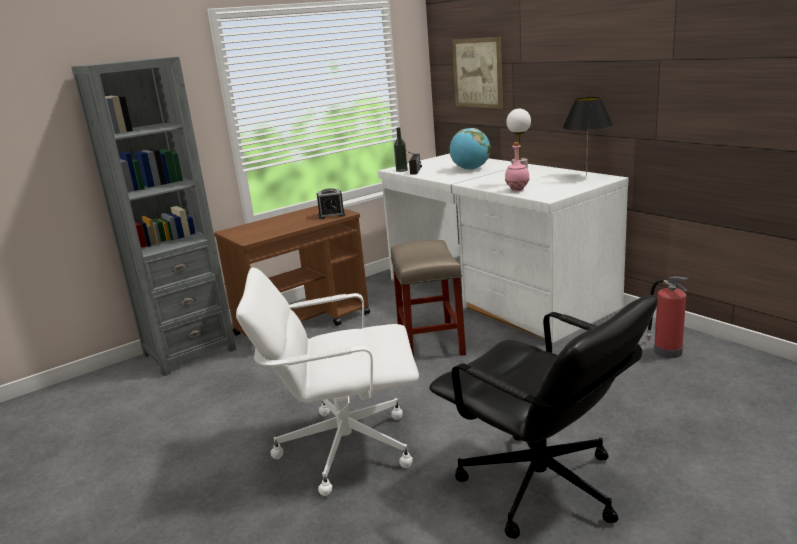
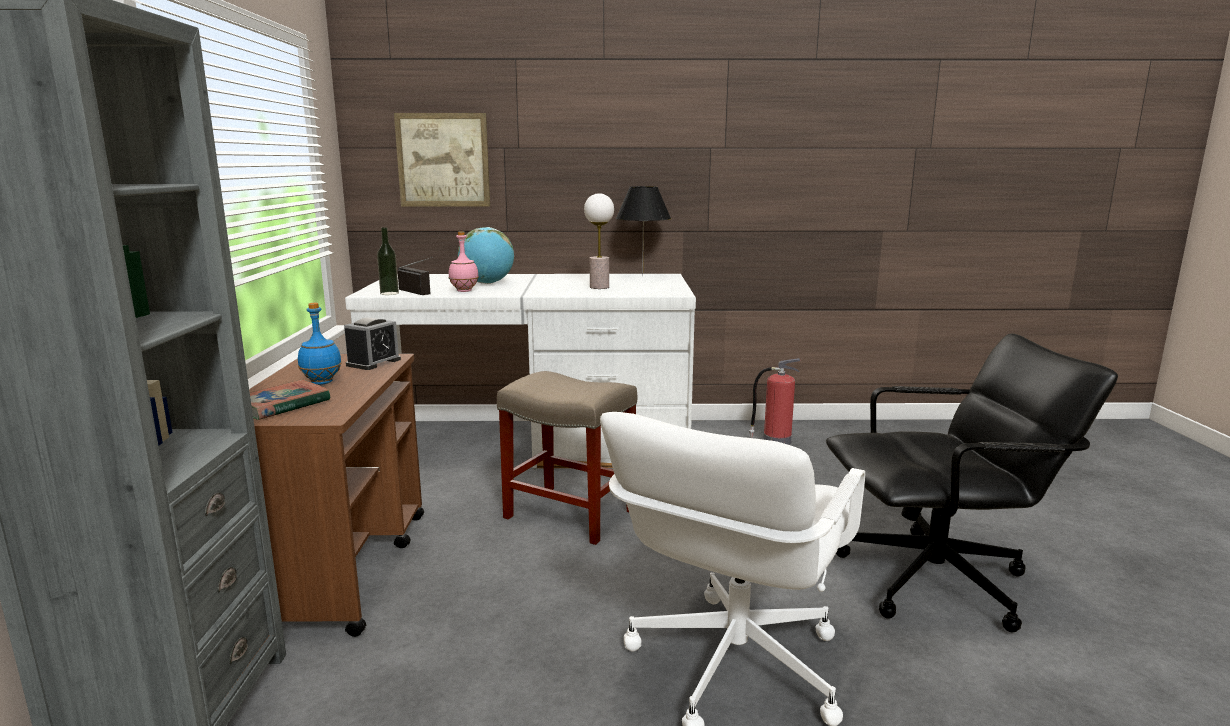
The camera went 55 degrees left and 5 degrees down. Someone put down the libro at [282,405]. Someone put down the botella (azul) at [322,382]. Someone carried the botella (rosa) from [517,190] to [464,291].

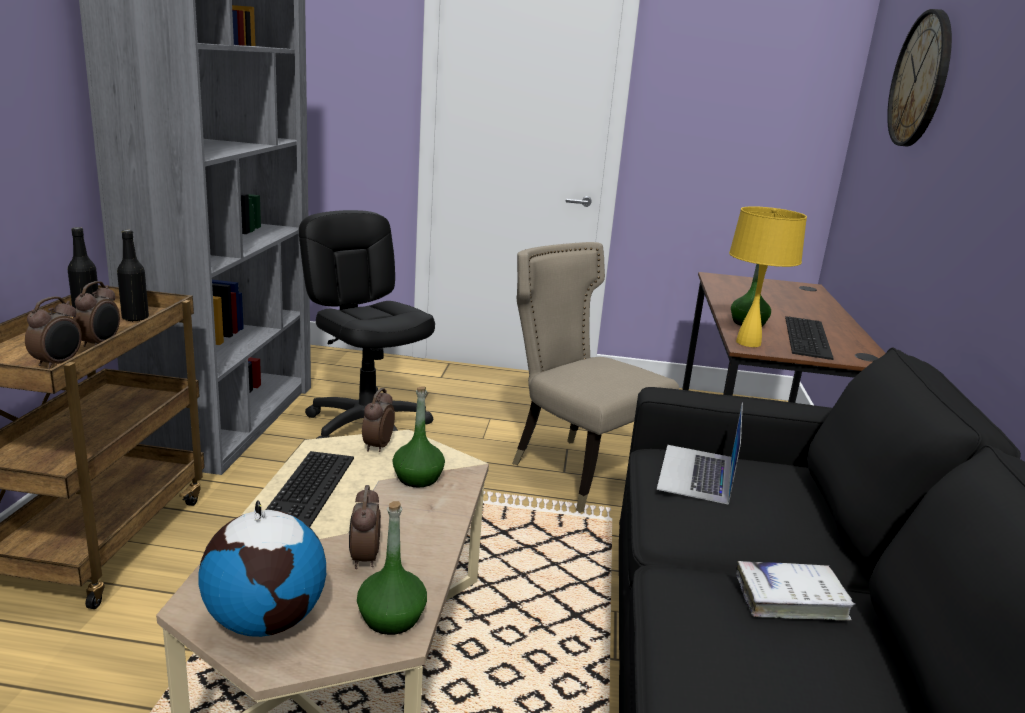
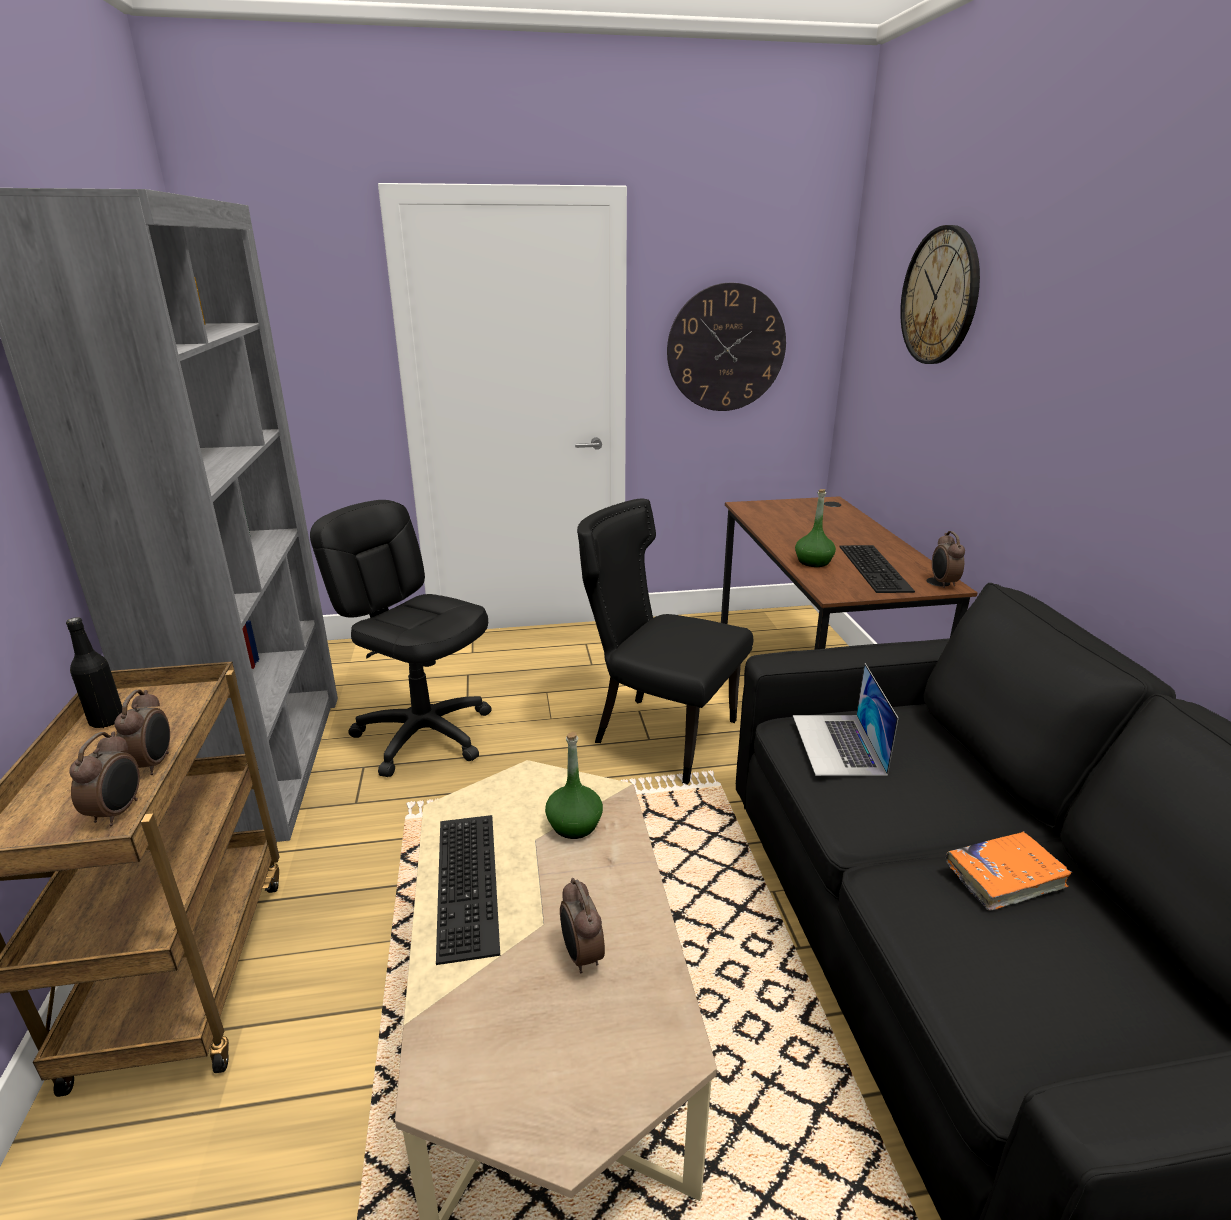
The camera went 15 degrees left and 5 degrees up. Someone took away the botella (negro) at [135,318]. Someone took away the globo terráqueo at [266,620]. Someone took away the botella (verde) at [391,618]. Someone took away the lámpara de mesa (amarillo) at [749,343]. Someone put up the reloj de pared at [726,348]. Someone carried the despertador from [377,446] to [942,583]. Someone repainted the silla (beis) at [576,470], which became the silla (negro) at [659,733]. Someone repainted the libro (blanco) at [790,599], which became the libro (naranja) at [1004,877].

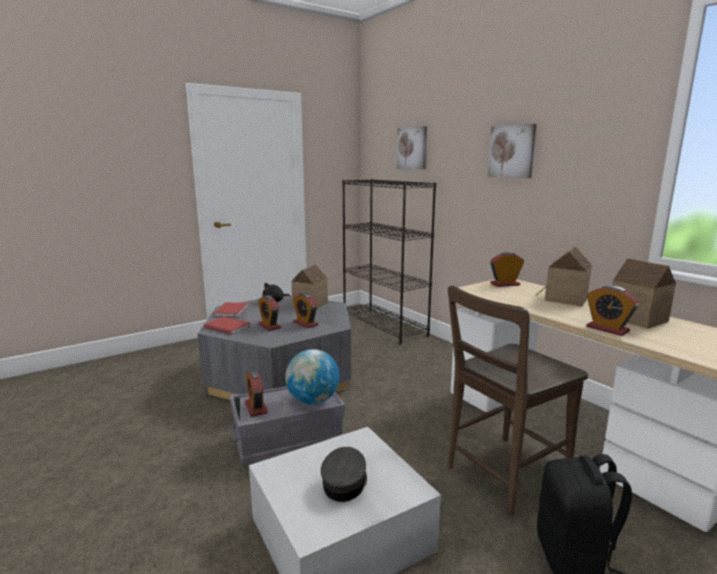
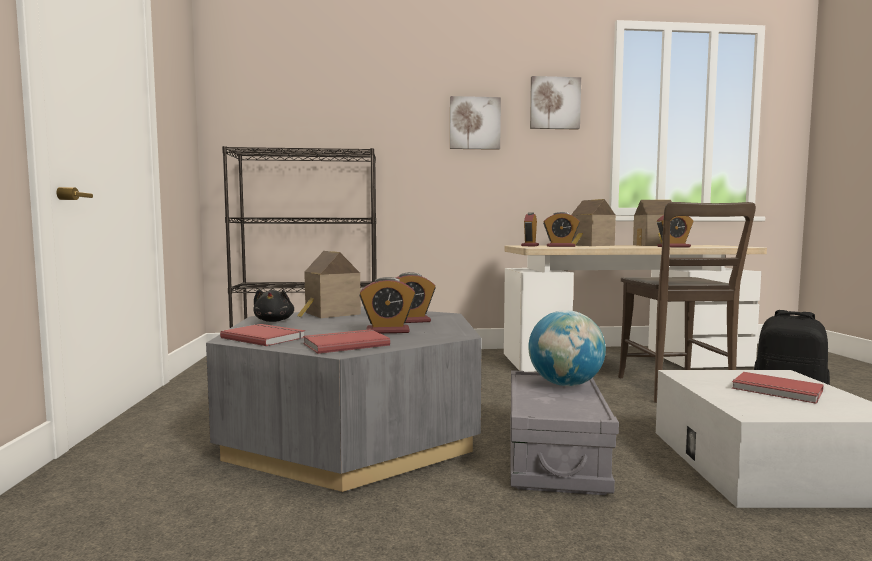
The camera went 60 degrees left and 10 degrees down. Someone carried the despertador from [256,408] to [560,246]. Someone carried the cuadro from [412,148] to [554,103]. Someone swapped the gorra (gris) at [345,482] for the libro (rojo) at [776,391].

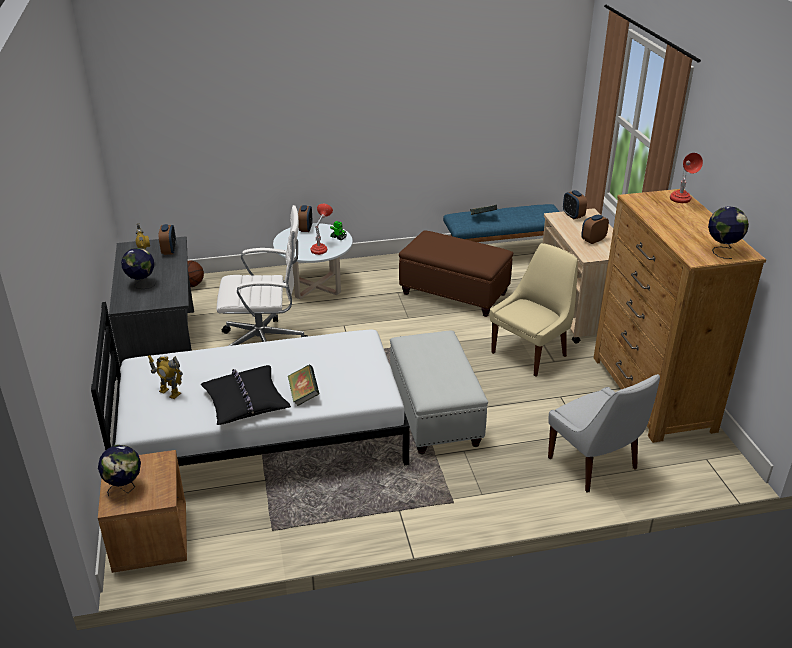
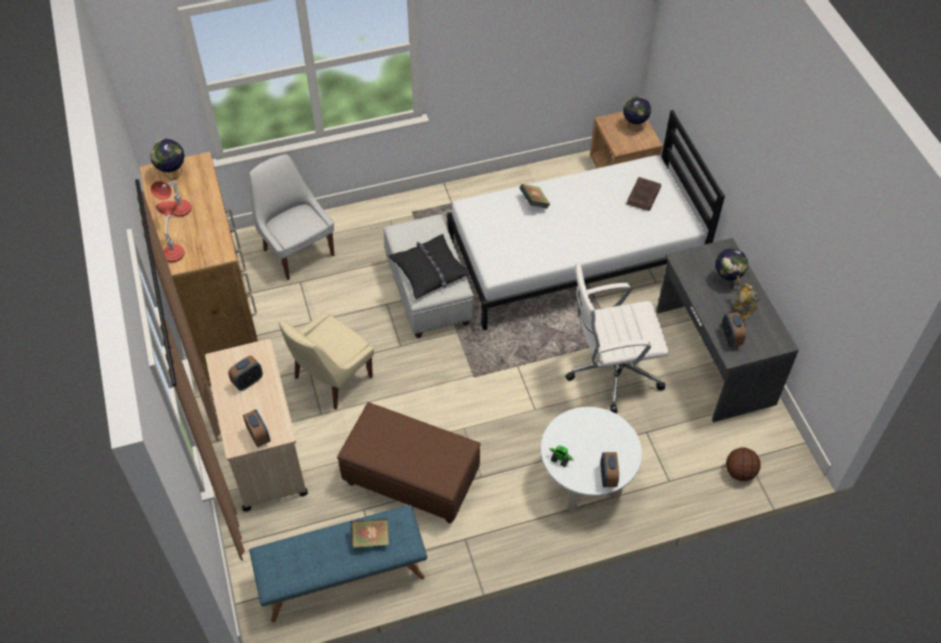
The camera went 175 degrees right and 20 degrees up. Someone carried the cojín (negro) from [245,402] to [429,271]. Someone carried the lámpara de mesa (rojo) from [321,248] to [178,214]. Someone swapped the robot de juguete at [170,392] for the libro (marrón) at [643,196].

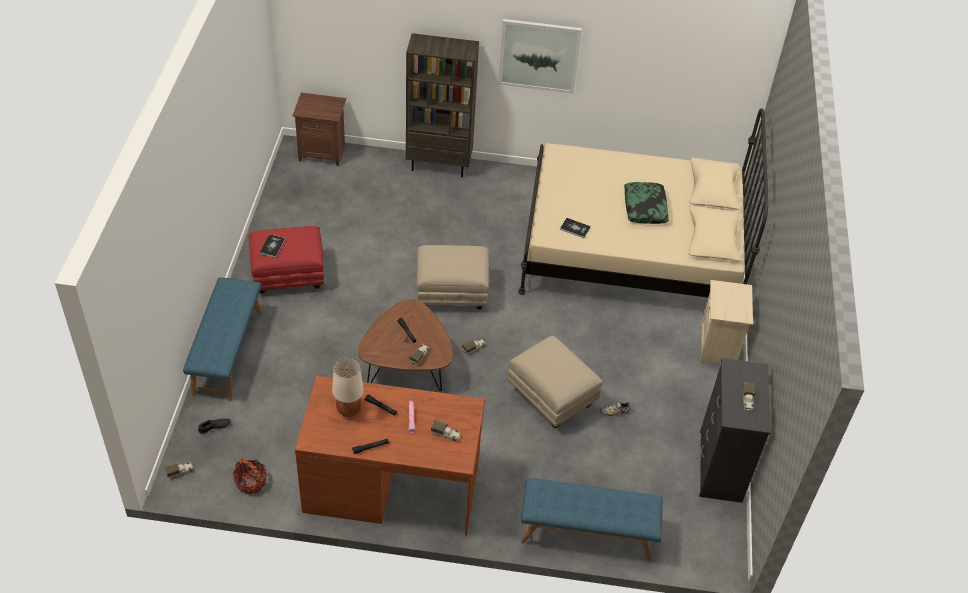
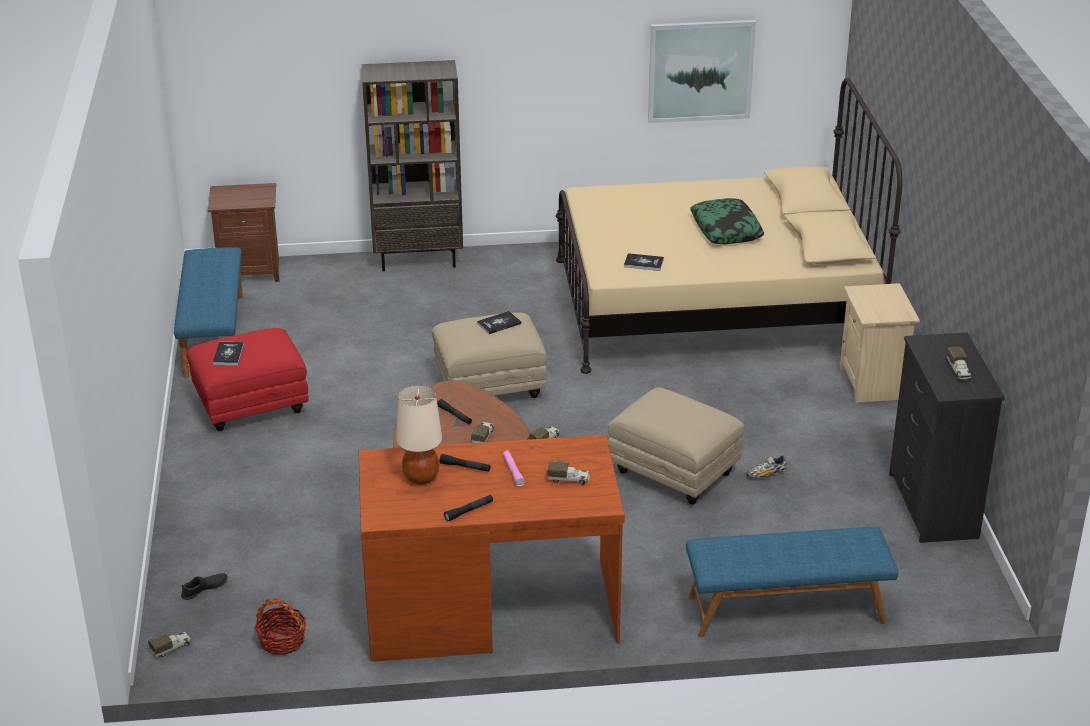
The camera went 10 degrees left and 15 degrees down. Someone put down the libro at [499,323]. Someone carried the banco (azul) from [227,352] to [213,335]. Someone carried the cuadro from [539,55] to [700,71].

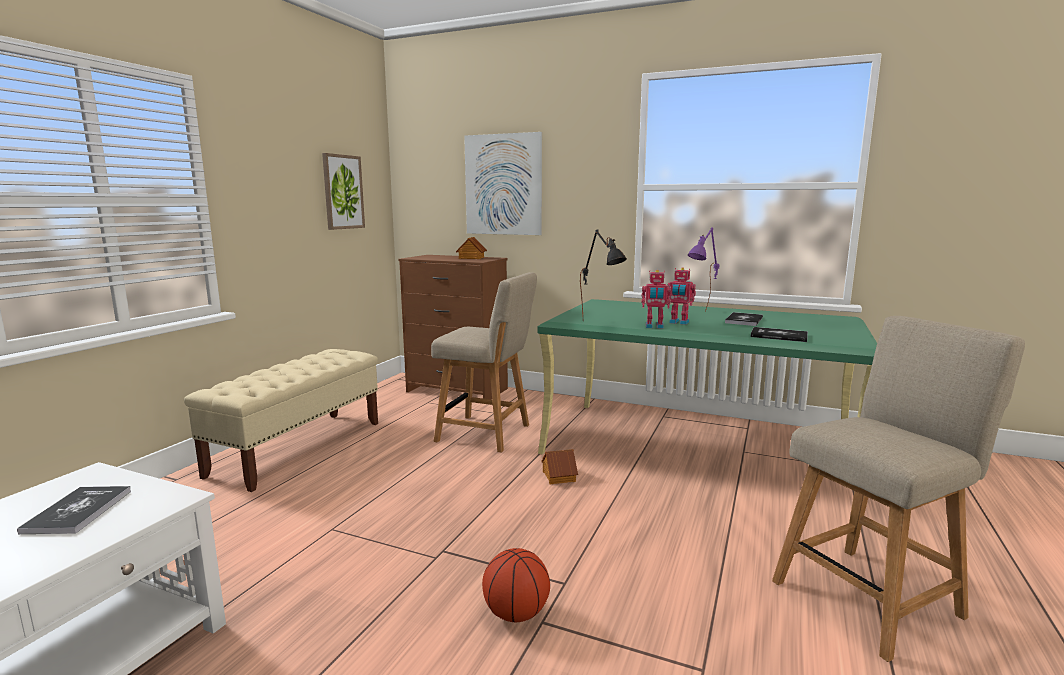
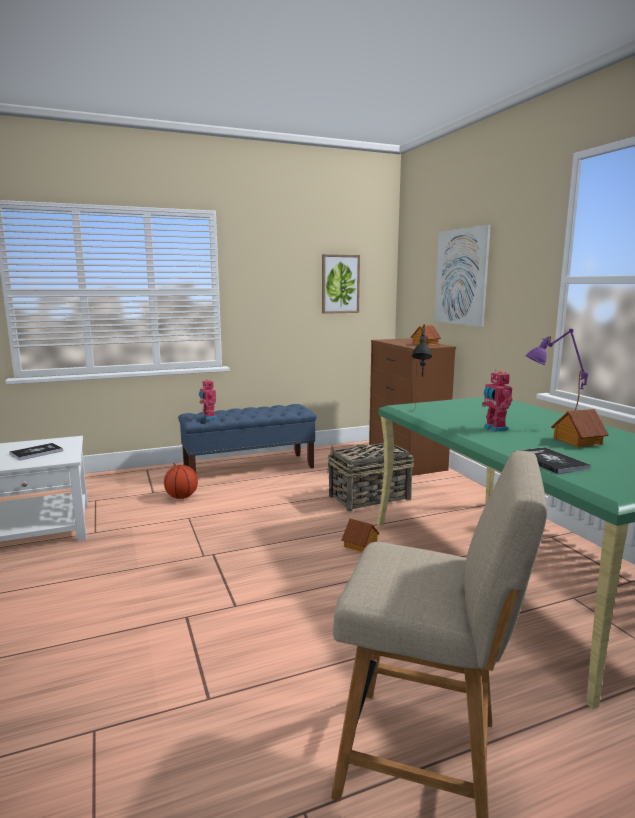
The camera went 45 degrees right and 0 degrees up. Someone carried the balón de baloncesto from [516,614] to [181,497]. Someone carried the robot de juguete from [654,326] to [208,417]. Someone swapped the silla (beis) at [487,434] for the cesta at [368,498]. Someone swapped the libro at [744,320] for the casita at [576,441]. Someone repainted the banco (beis) at [299,447], which became the banco (azul) at [249,468].

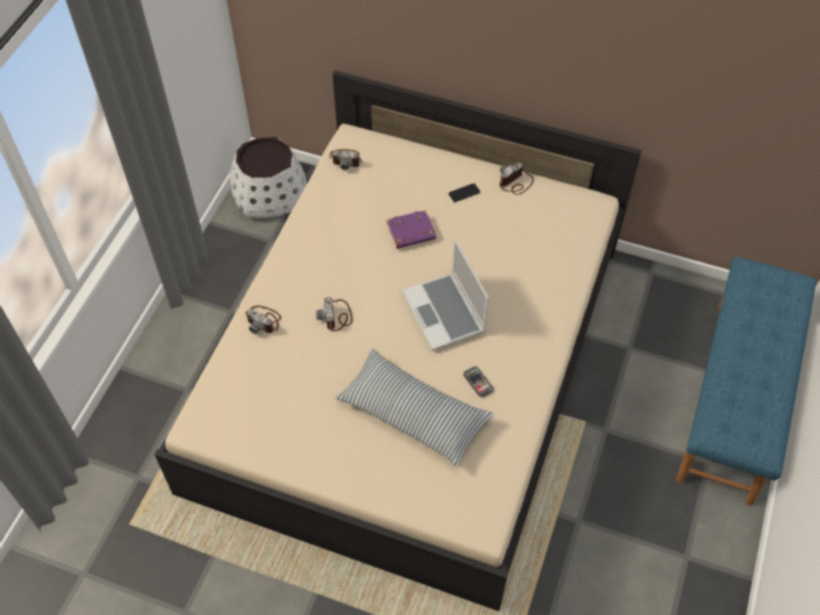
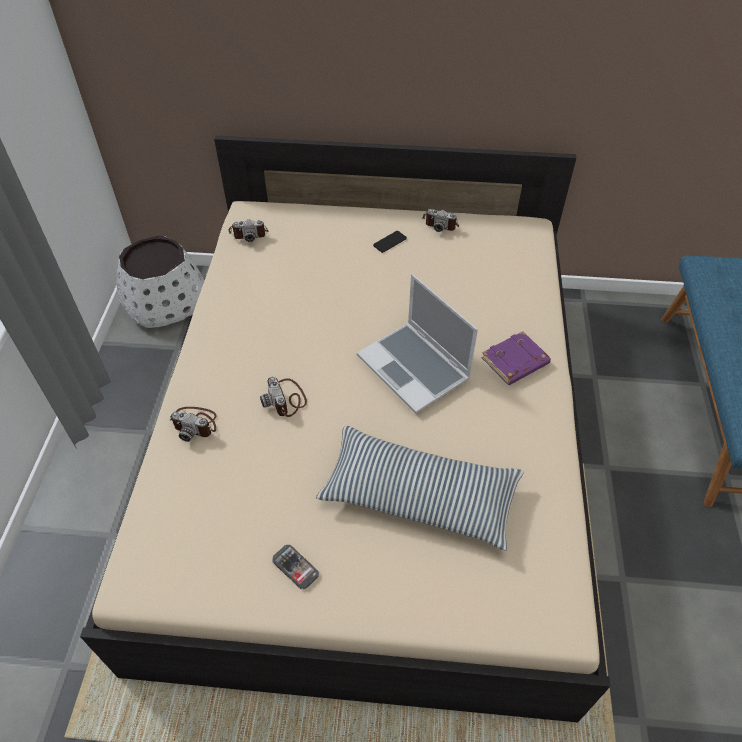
The camera went 15 degrees left and 5 degrees down. Someone carried the libro (morado) from [410,233] to [515,362]. Someone carried the móvil from [478,382] to [295,567]. Someone rotated the cámara at [515,183] by 105 degrees counterclockwise.

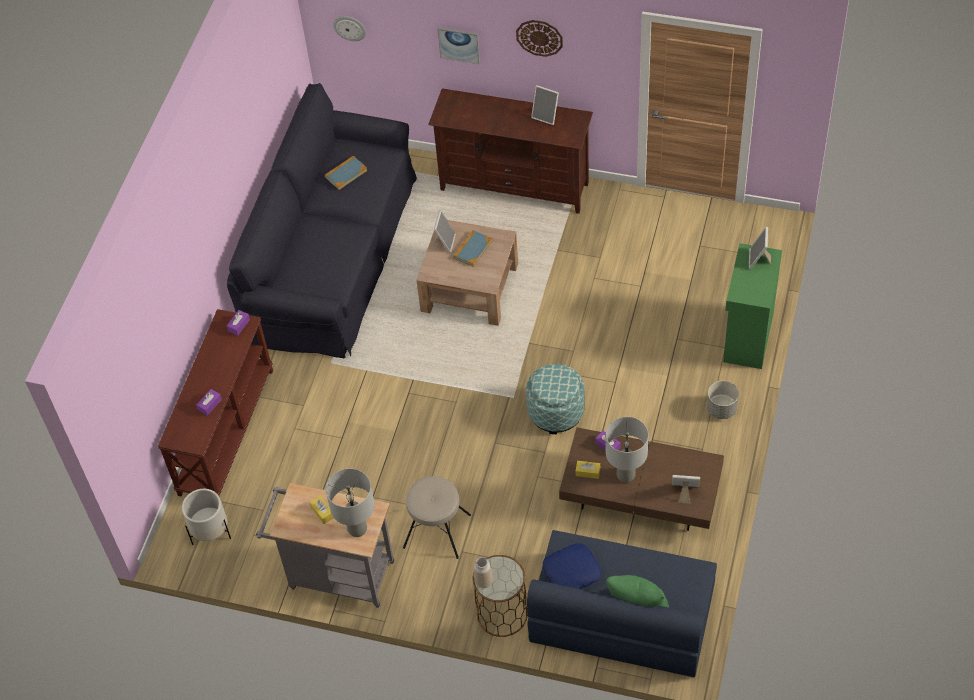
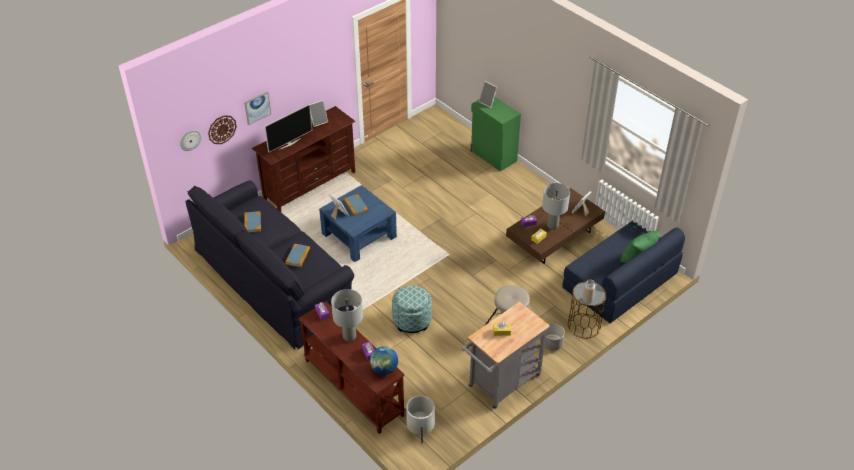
The camera went 60 degrees left and 10 degrees down. Someone took away the cojín (azul) at [571,571]. Someone put down the televisor at [289,143]. Someone put down the libro at [298,256]. Someone put down the globo terráqueo at [384,369]. Someone carried the lámpara de mesa (gris) from [357,529] to [349,337]. Someone carried the reloj de pared from [539,37] to [222,129]. Someone carried the puf from [556,411] to [412,320]. Someone carried the maceta (gris) from [721,409] to [552,344]. Someone repainted the mesa de centro (marrón) at [469,287], which became the mesa de centro (azul) at [359,235].

